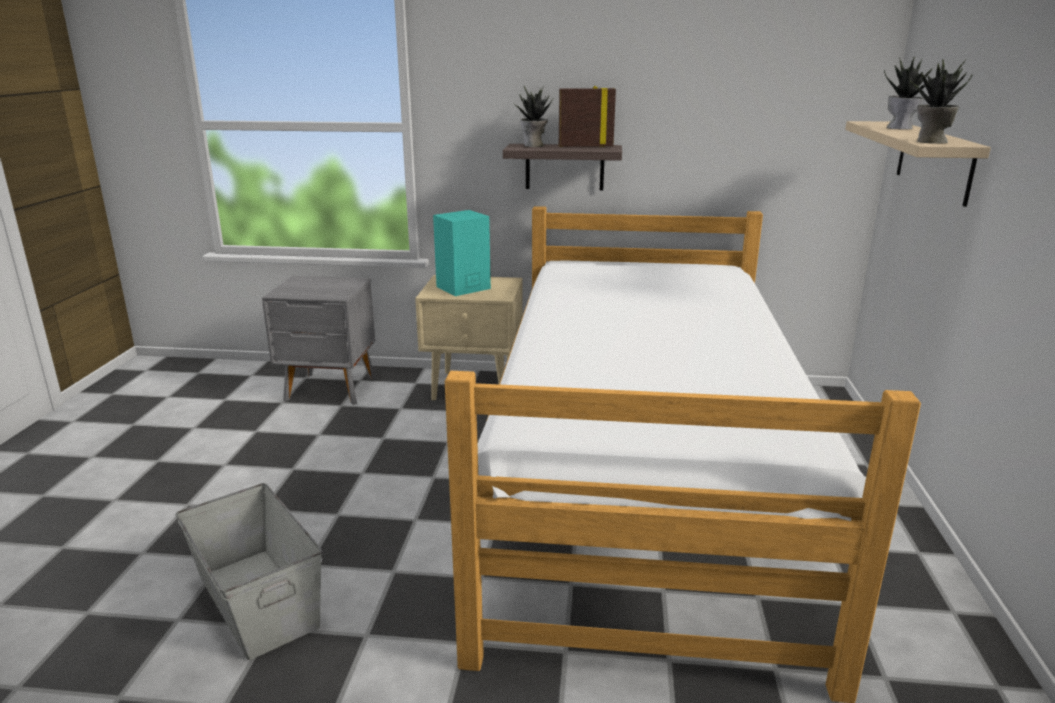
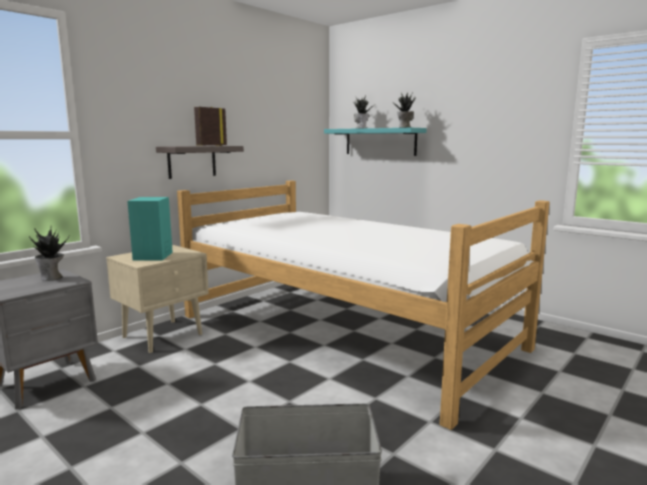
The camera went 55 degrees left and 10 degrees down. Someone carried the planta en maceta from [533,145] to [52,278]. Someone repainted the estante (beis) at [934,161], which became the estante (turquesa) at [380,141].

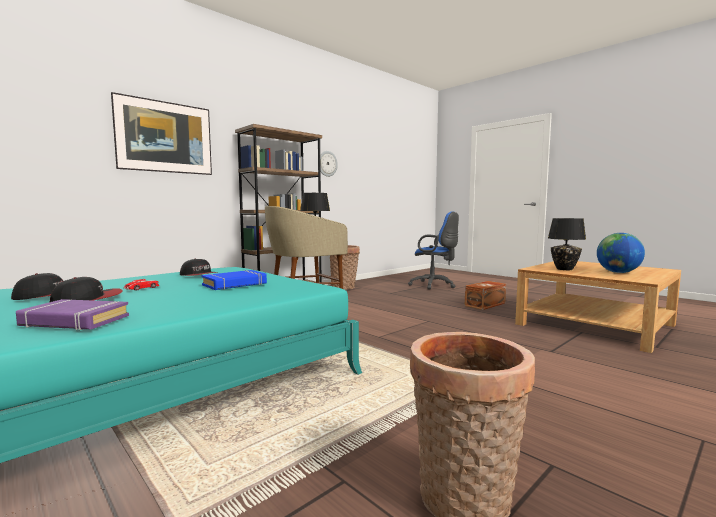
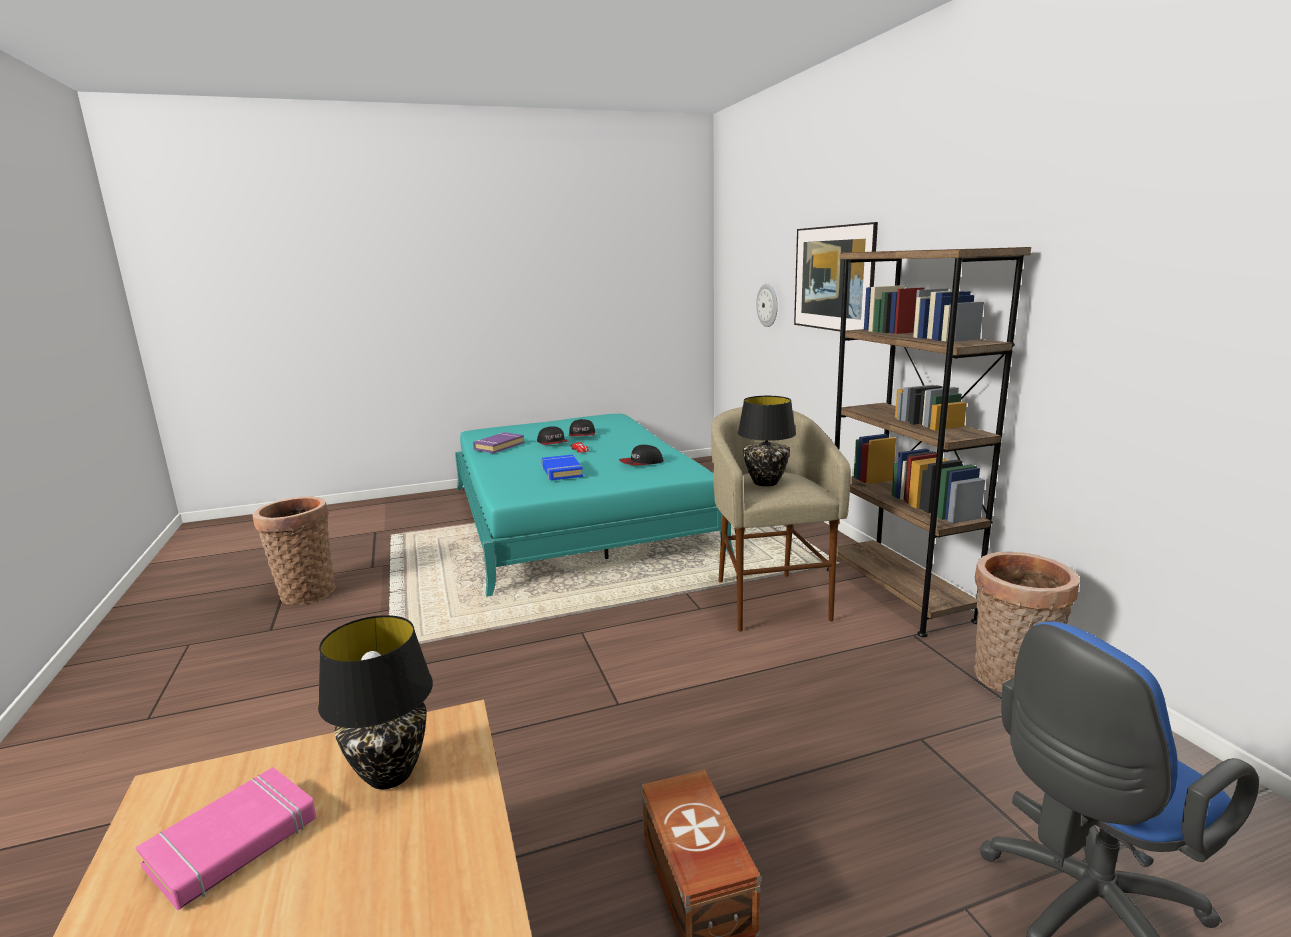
The camera went 115 degrees right and 10 degrees up. Someone carried the reloj de pared from [327,163] to [768,305]. Someone swapped the globo terráqueo at [618,272] for the libro (rosa) at [233,843].

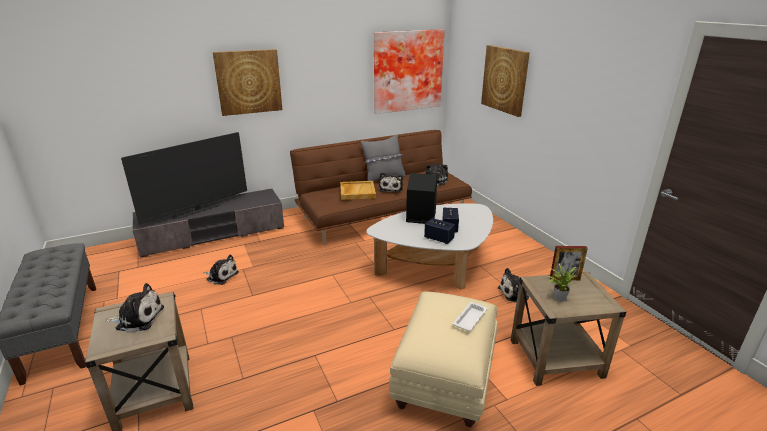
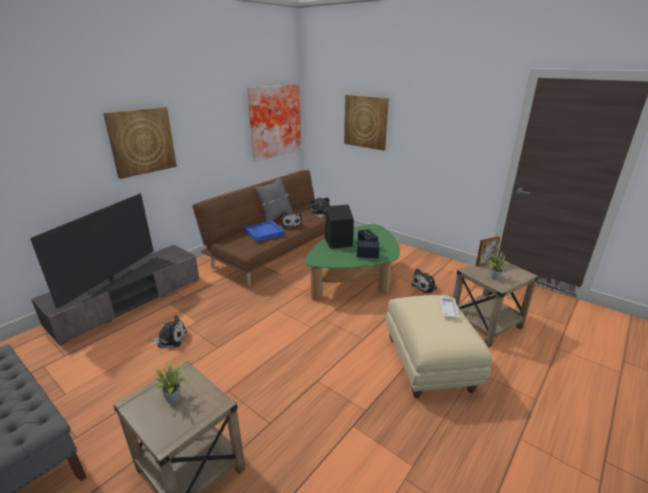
The camera went 25 degrees left and 0 degrees up. Someone swapped the peluche at [138,318] for the planta en maceta at [175,397]. Someone repainted the bandeja (beis) at [357,192], which became the bandeja (azul) at [264,232]. Someone repainted the mesa de centro (blanco) at [435,266], which became the mesa de centro (verde) at [355,281].

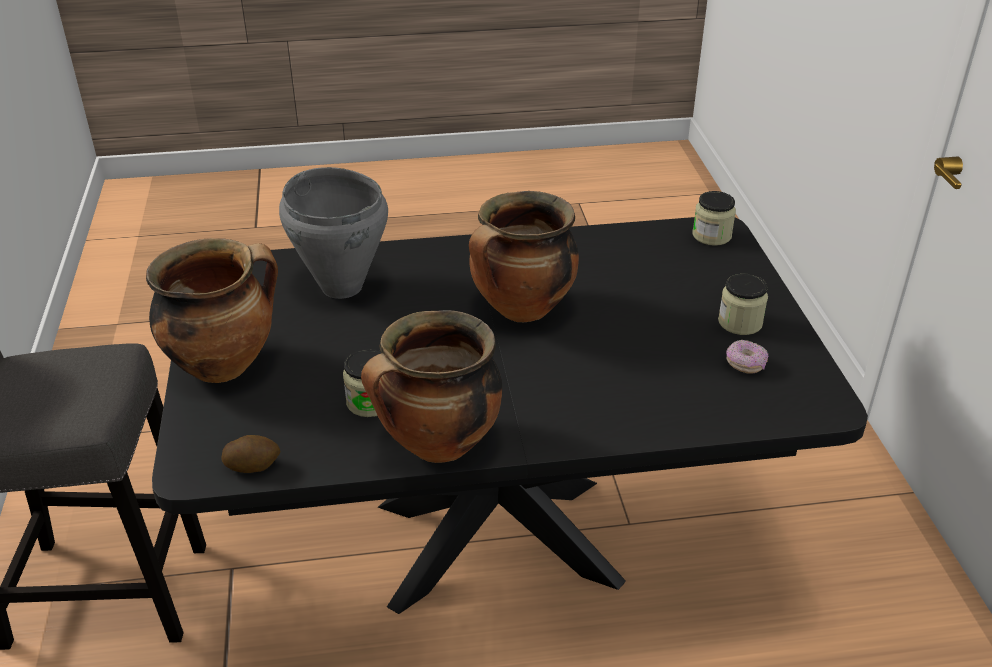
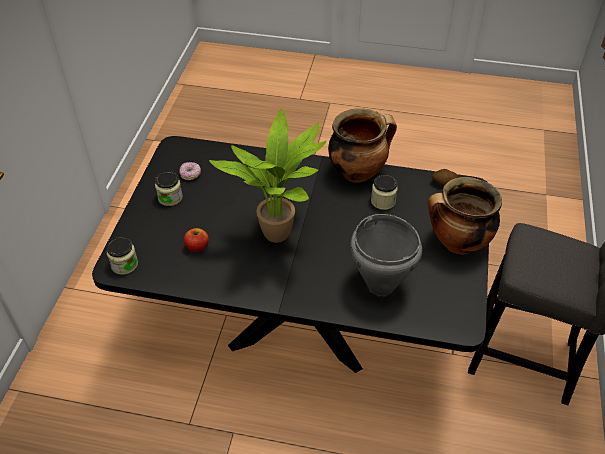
The camera went 160 degrees left and 10 degrees up. Someone put down the manzana at [197,247]. Someone swapped the olla at [521,310] for the planta en maceta at [280,237].

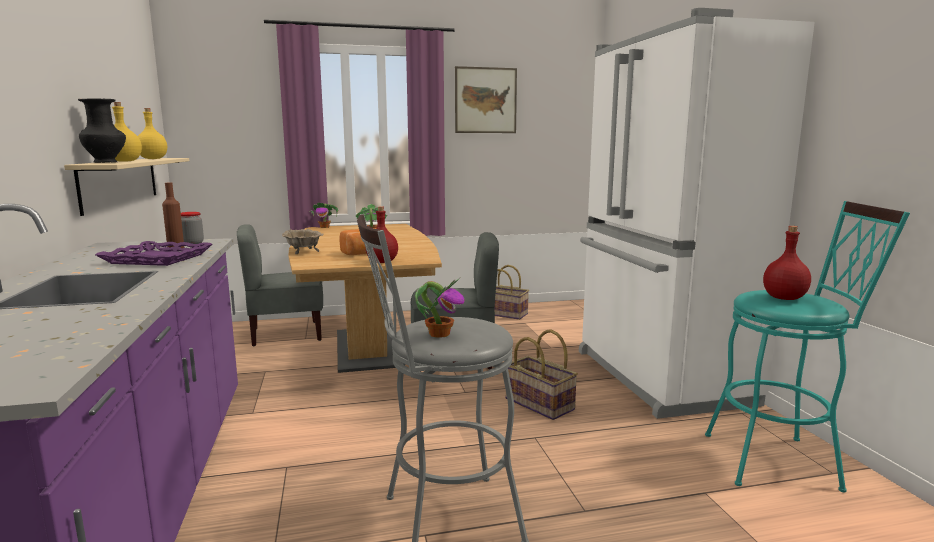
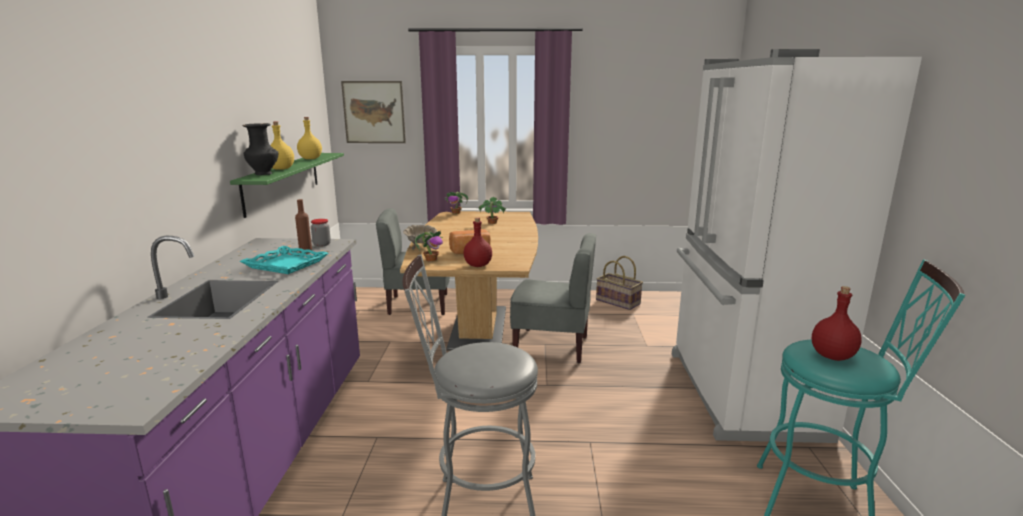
The camera went 15 degrees right and 5 degrees up. Someone took away the cesta at [540,404]. Someone carried the planta en maceta from [439,334] to [431,259]. Someone carried the cuadro from [485,100] to [374,112]. Someone repainted the estante (beis) at [121,182], which became the estante (verde) at [283,181]. Someone repainted the bandeja (morado) at [157,259], which became the bandeja (turquesa) at [285,265].

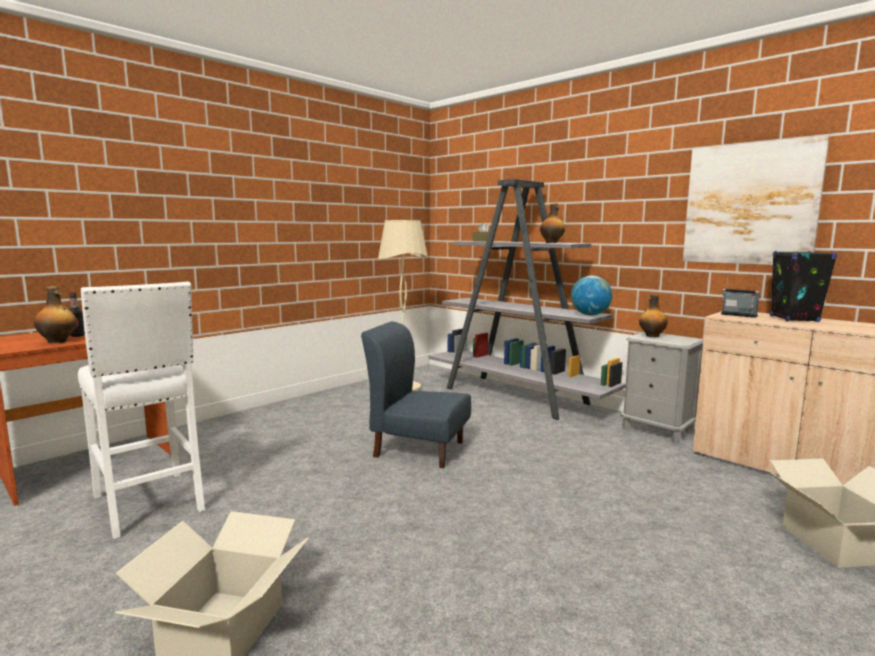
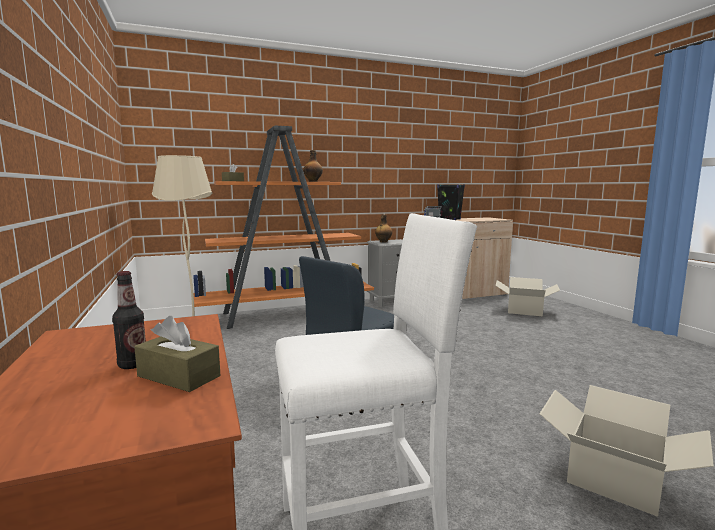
The camera went 65 degrees left and 0 degrees up. Someone took away the globo terráqueo at [590,315]. Someone took away the cuadro at [750,204]. Someone swapped the botella at [58,341] for the caja de pañuelos (marrón) at [179,376]. Someone repainted the estantería (gris) at [517,396], which became the estantería (naranja) at [286,314].

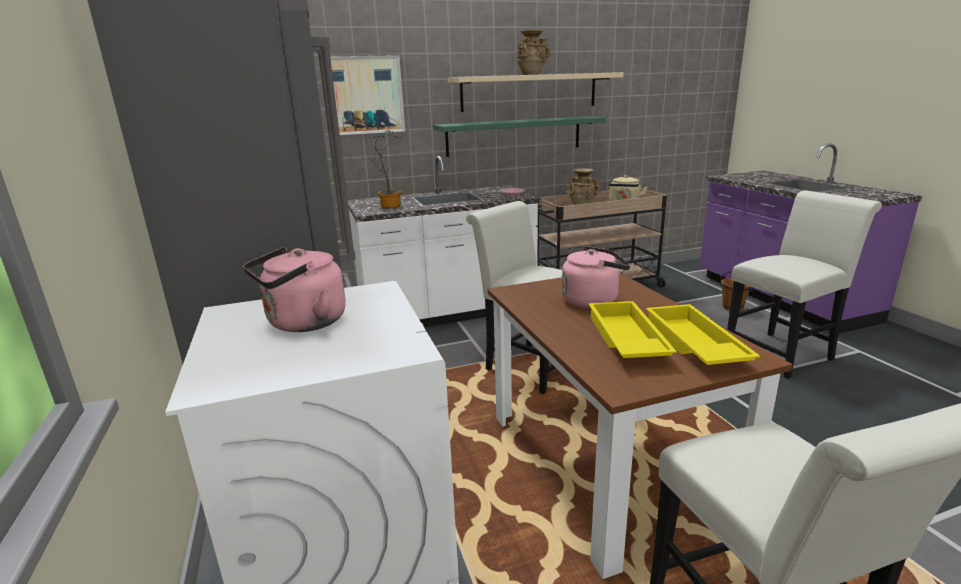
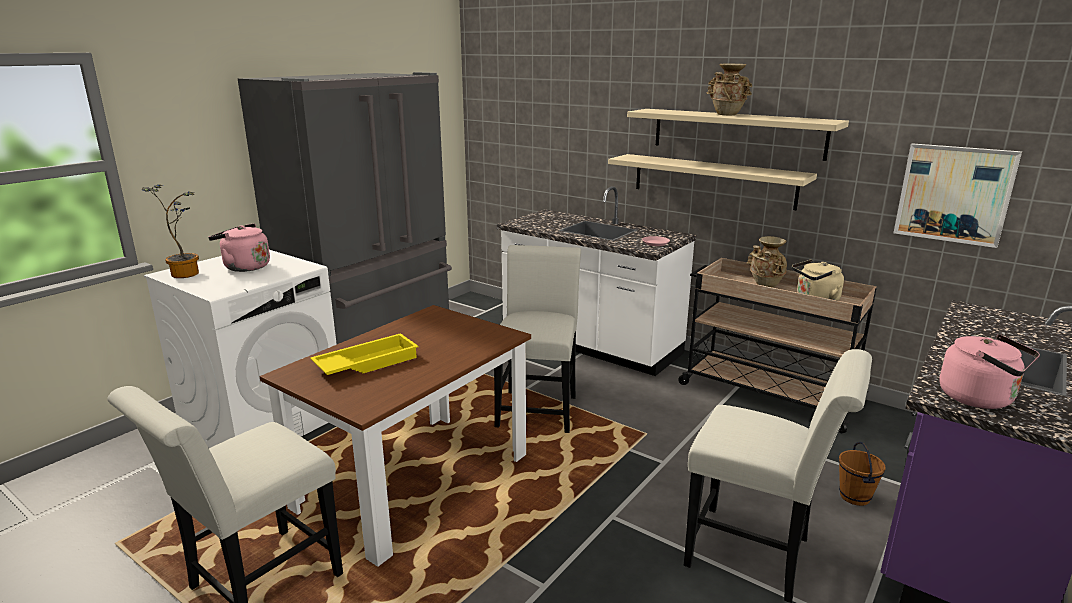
The camera went 55 degrees right and 0 degrees up. Someone took away the bandeja (amarillo) at [692,344]. Someone carried the cuadro from [365,95] to [954,194]. Someone carried the planta en maceta from [388,206] to [186,273]. Someone carried the hervidor (rosa) from [593,300] to [980,399]. Someone repainted the estante (verde) at [514,136], which became the estante (beis) at [712,181].

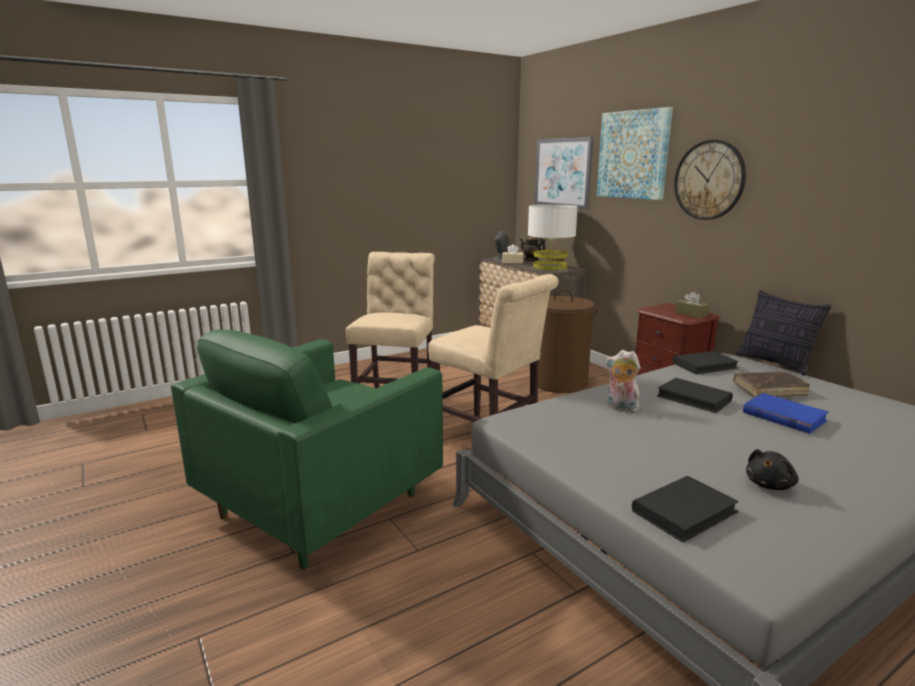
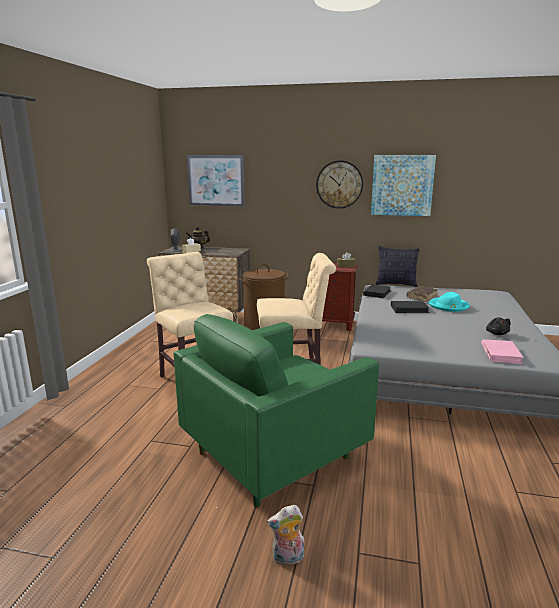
The camera went 45 degrees left and 0 degrees up. Someone took away the lámpara de mesa (blanco) at [550,267]. Someone carried the cuadro from [633,155] to [402,185]. Someone carried the peluche from [620,408] to [287,559]. Someone swapped the libro (azul) at [783,416] for the sombrero (turquesa) at [448,306]. Someone repainted the libro (negro) at [684,512], which became the libro (rosa) at [500,354]. Someone rotated the sillón (verde) at [322,504] by 60 degrees clockwise.

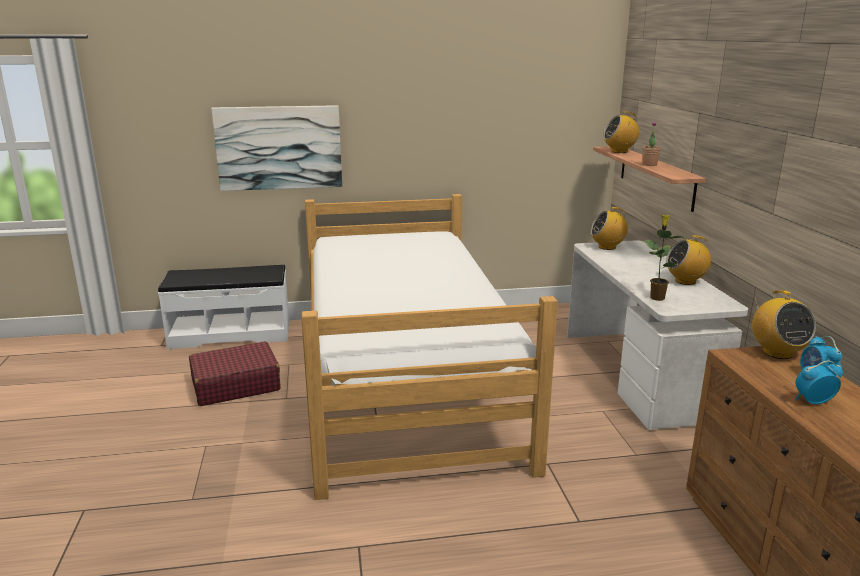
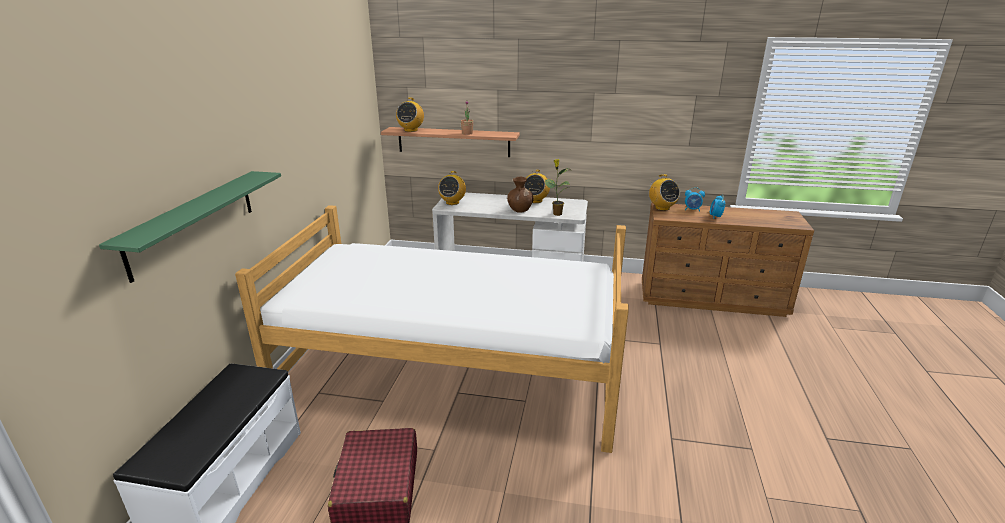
The camera went 70 degrees left and 5 degrees up. Someone put down the florero (marrón) at [520,209]. Someone swapped the cuadro at [279,148] for the estante (verde) at [193,222]. Someone rotated the radio at [777,353] by 60 degrees clockwise.

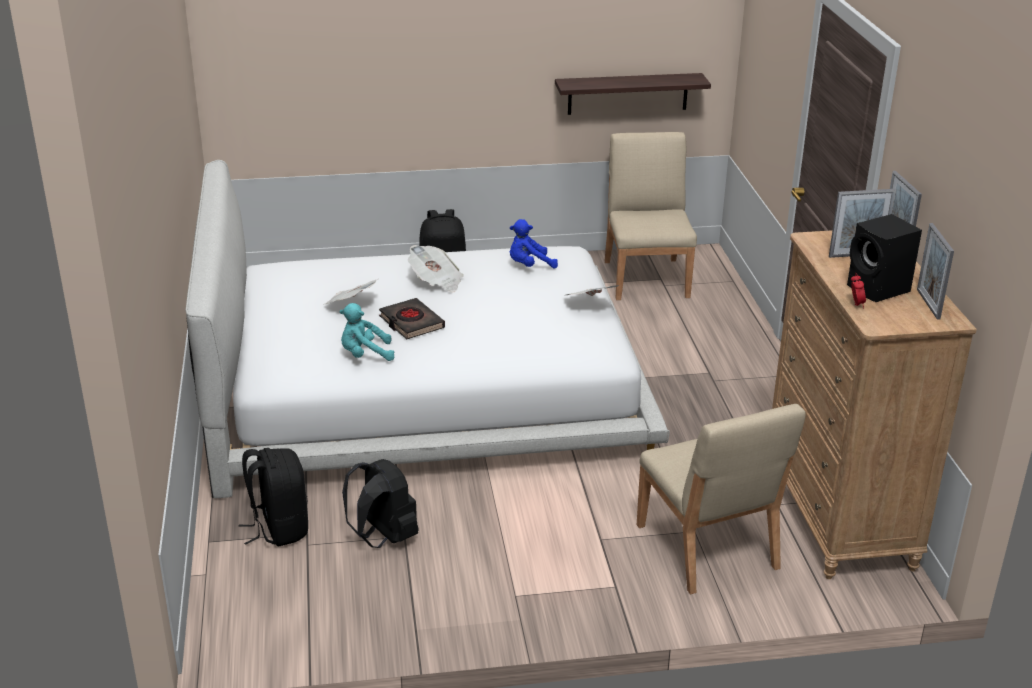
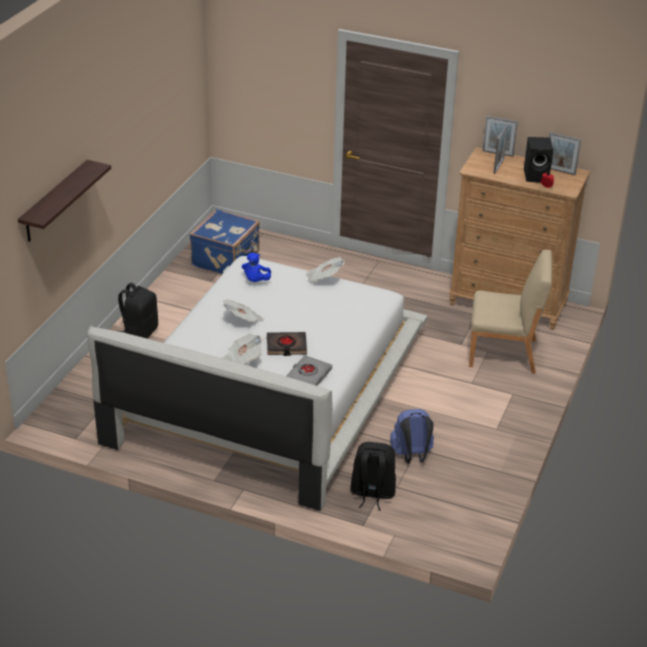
The camera went 60 degrees left and 5 degrees up. Someone carried the estante from [628,93] to [55,202]. Someone swapped the peluche (turquesa) at [365,355] for the libro (gris) at [308,375]. Someone swapped the silla (beis) at [646,278] for the maleta (azul) at [227,259]. Someone repainted the mochila (negro) at [383,537], which became the mochila (azul) at [411,456].

